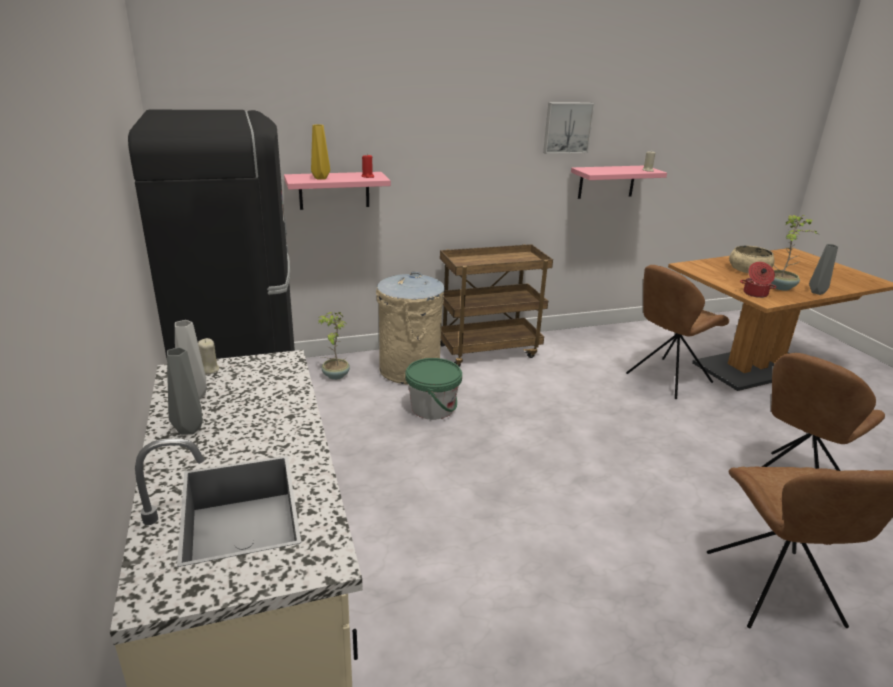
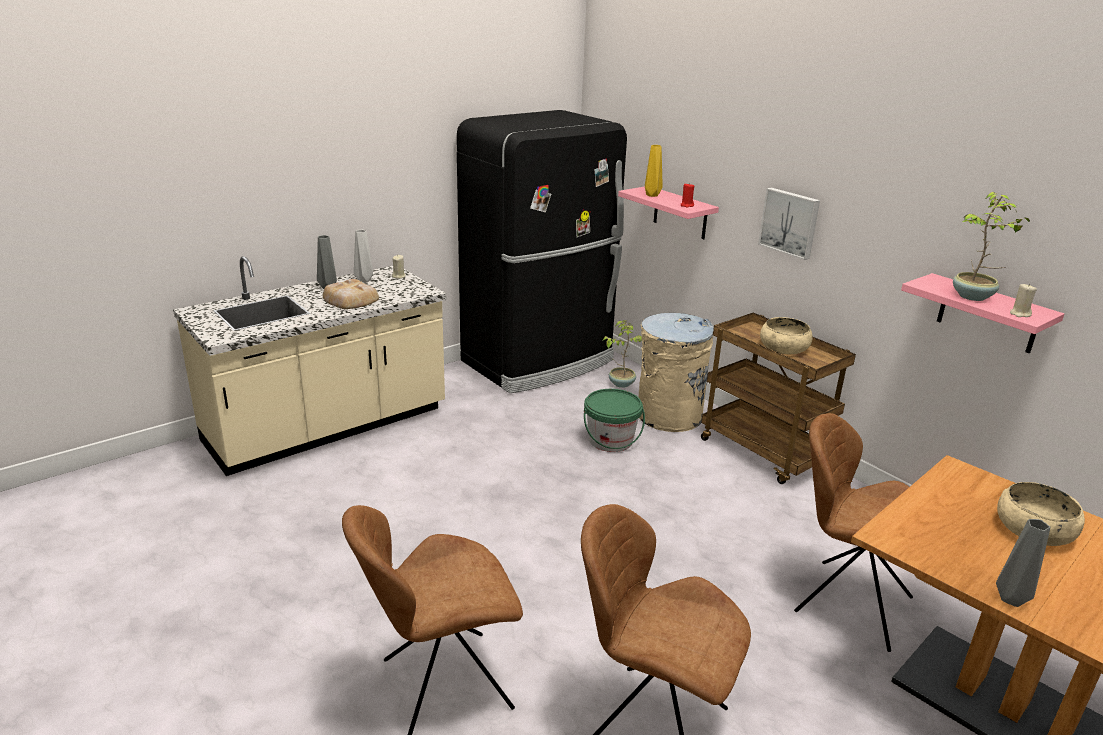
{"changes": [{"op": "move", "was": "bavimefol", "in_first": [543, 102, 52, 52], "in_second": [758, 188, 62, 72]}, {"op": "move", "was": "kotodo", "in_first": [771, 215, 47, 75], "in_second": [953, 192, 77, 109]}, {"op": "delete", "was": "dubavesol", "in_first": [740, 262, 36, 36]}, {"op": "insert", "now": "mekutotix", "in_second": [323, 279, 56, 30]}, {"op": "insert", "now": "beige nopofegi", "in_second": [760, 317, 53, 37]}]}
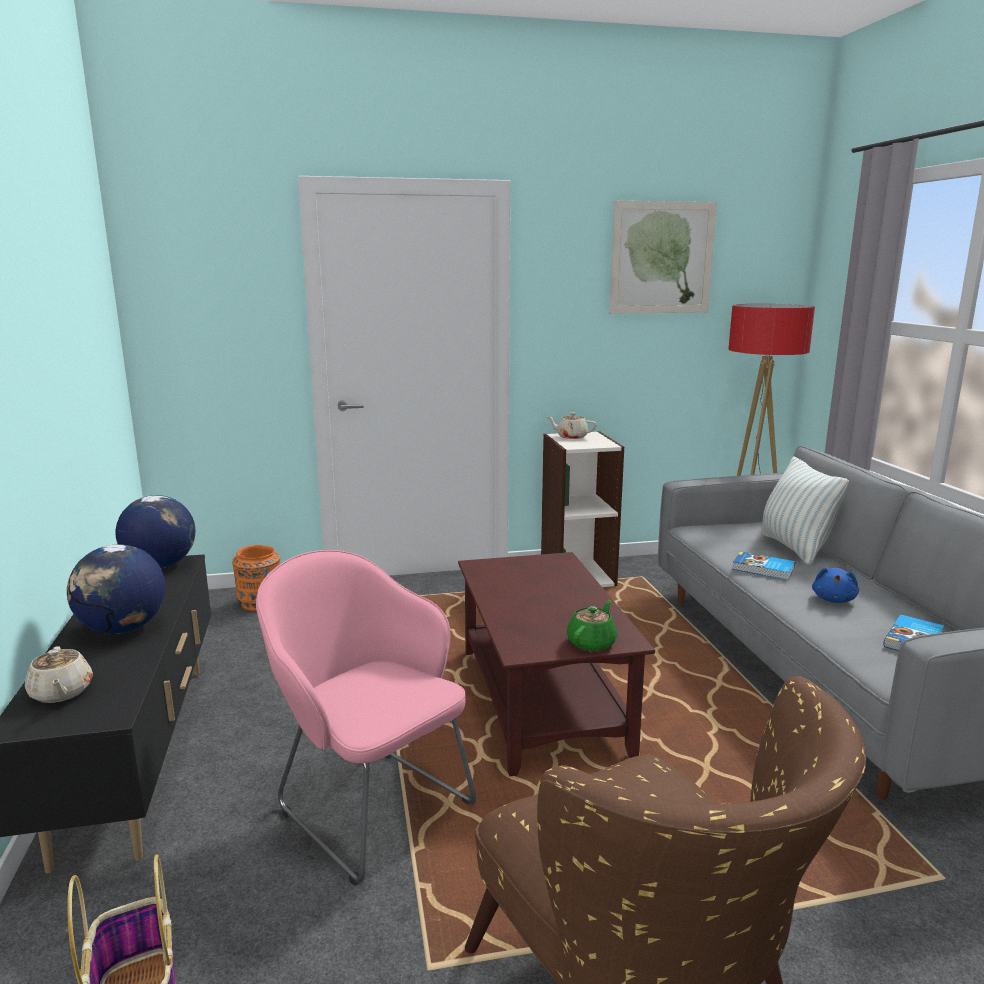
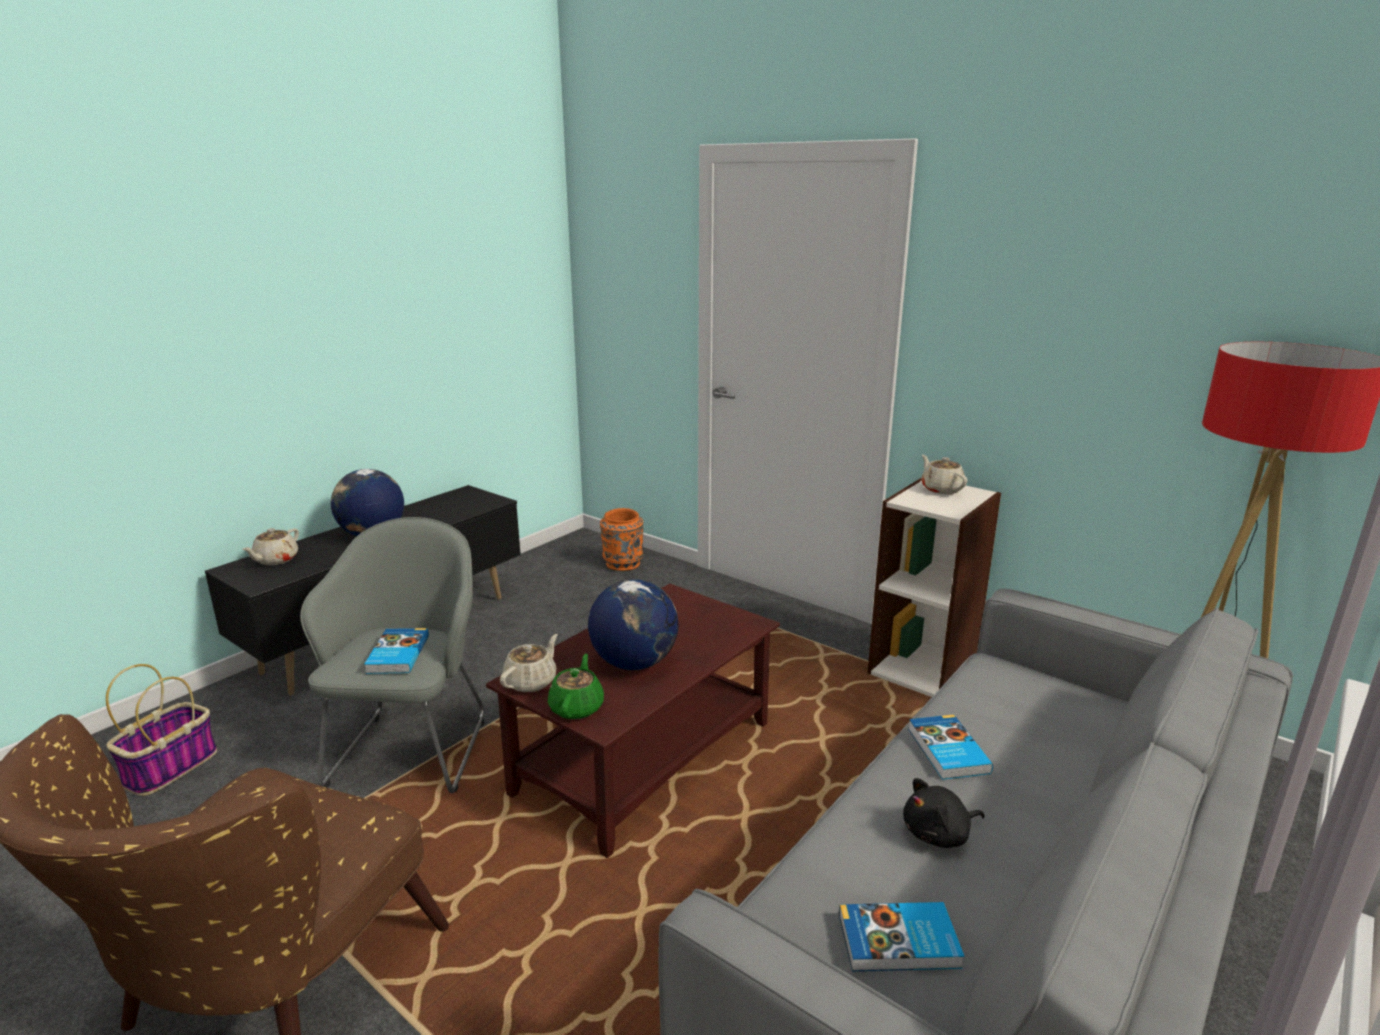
{"changes": [{"op": "delete", "was": "bavimefol", "in_first": [610, 201, 107, 113]}, {"op": "delete", "was": "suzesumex", "in_first": [759, 456, 90, 109]}, {"op": "move", "was": "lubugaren", "in_first": [115, 495, 80, 73], "in_second": [588, 579, 90, 91]}, {"op": "recolor", "was": "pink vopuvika", "now": "grey vopuvika", "in_first": [256, 550, 220, 336], "in_second": [300, 517, 184, 276]}, {"op": "recolor", "was": "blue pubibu", "now": "black pubibu", "in_first": [812, 568, 47, 35], "in_second": [903, 778, 82, 70]}, {"op": "rotate", "was": "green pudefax", "in_first": [567, 600, 50, 51], "in_second": [548, 654, 56, 65], "clockwise": -75}, {"op": "insert", "now": "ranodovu", "in_second": [364, 628, 65, 46]}, {"op": "insert", "now": "beige pudefax", "in_second": [500, 634, 58, 58]}]}
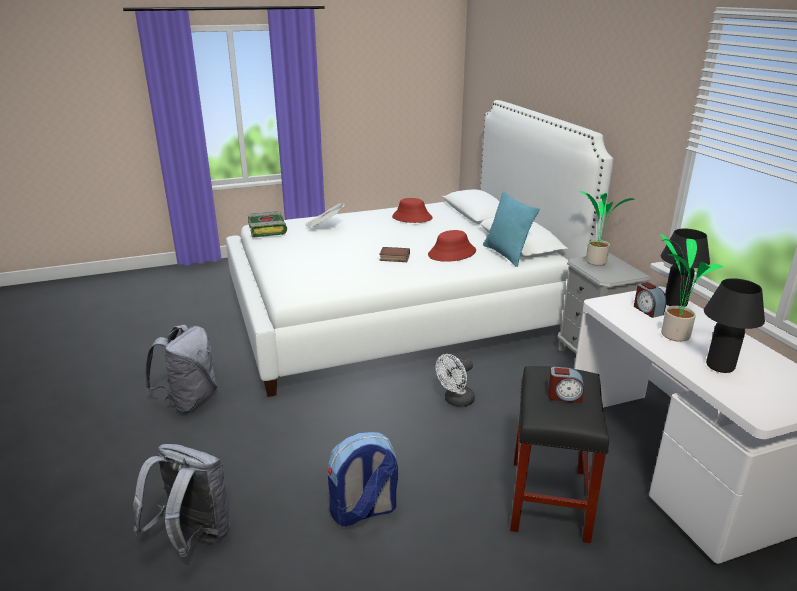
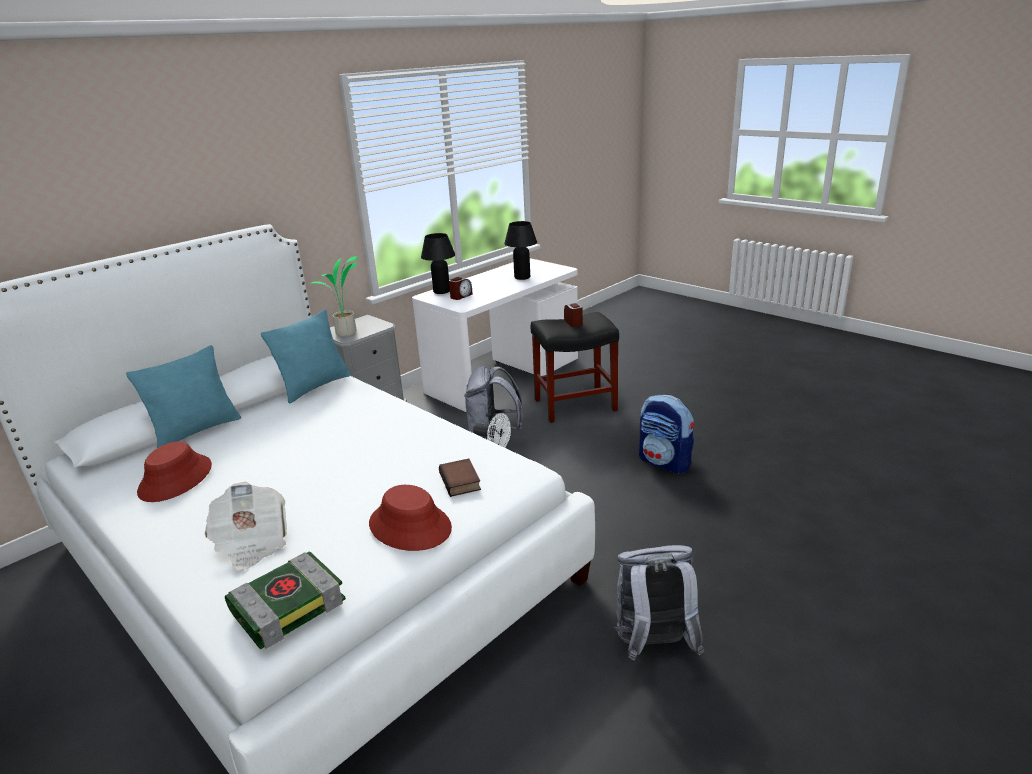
{"changes": [{"op": "move", "was": "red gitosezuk", "in_first": [428, 230, 48, 32], "in_second": [369, 485, 83, 66]}, {"op": "delete", "was": "kotodo", "in_first": [660, 234, 63, 108]}, {"op": "move", "was": "ranodovu", "in_first": [379, 247, 31, 15], "in_second": [439, 458, 42, 39]}, {"op": "move", "was": "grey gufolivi", "in_first": [133, 444, 97, 113], "in_second": [464, 365, 59, 77]}, {"op": "insert", "now": "turquoise suzesumex", "in_second": [126, 345, 115, 103]}]}
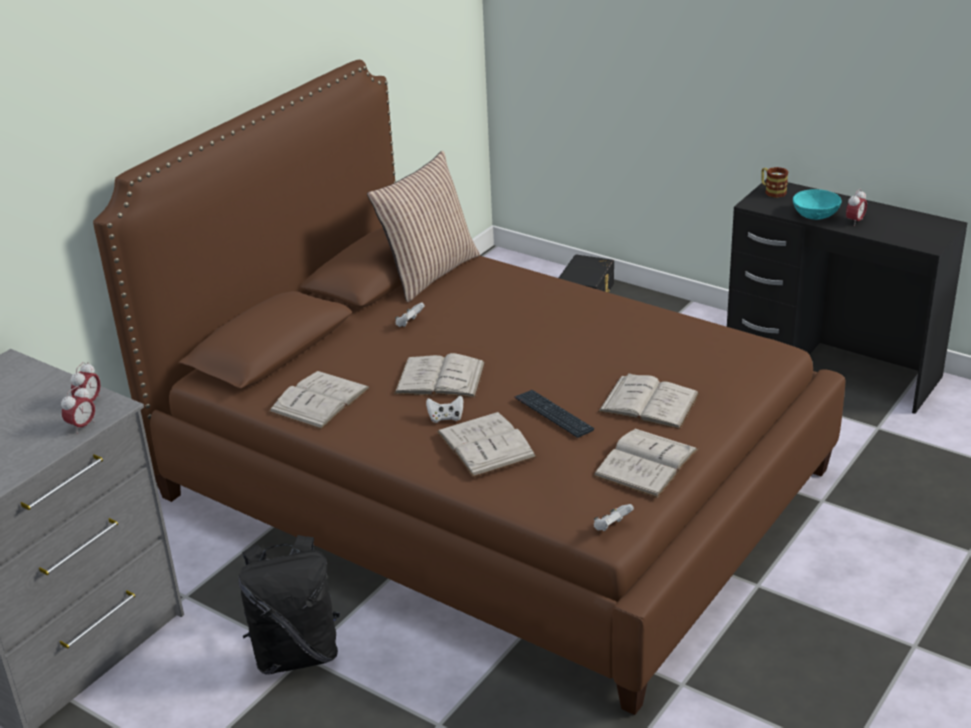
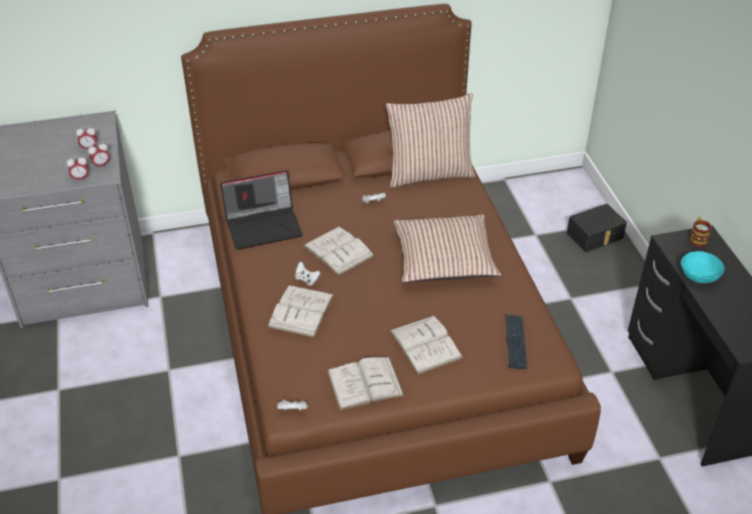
{"changes": [{"op": "move", "was": "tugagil", "in_first": [846, 189, 21, 37], "in_second": [76, 126, 21, 25]}, {"op": "replace", "was": "white ranodovu", "now": "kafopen", "in_first": [269, 371, 101, 58], "in_second": [220, 170, 83, 80]}, {"op": "move", "was": "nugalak", "in_first": [514, 390, 80, 48], "in_second": [505, 315, 22, 54]}, {"op": "delete", "was": "black gufolivi", "in_first": [239, 535, 101, 140]}, {"op": "insert", "now": "suzesumex", "in_second": [393, 214, 108, 69]}]}
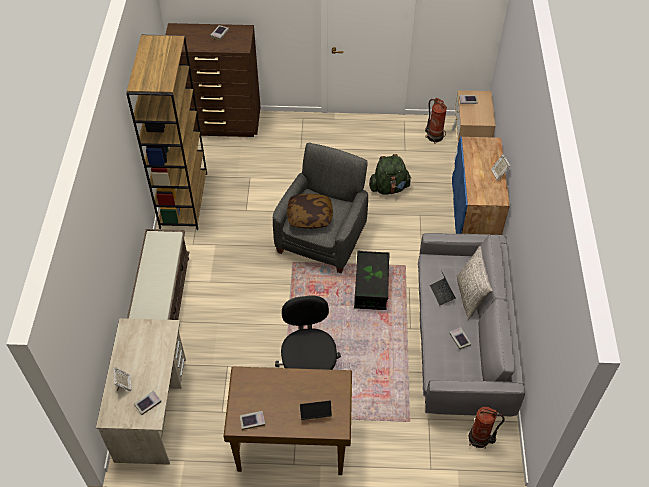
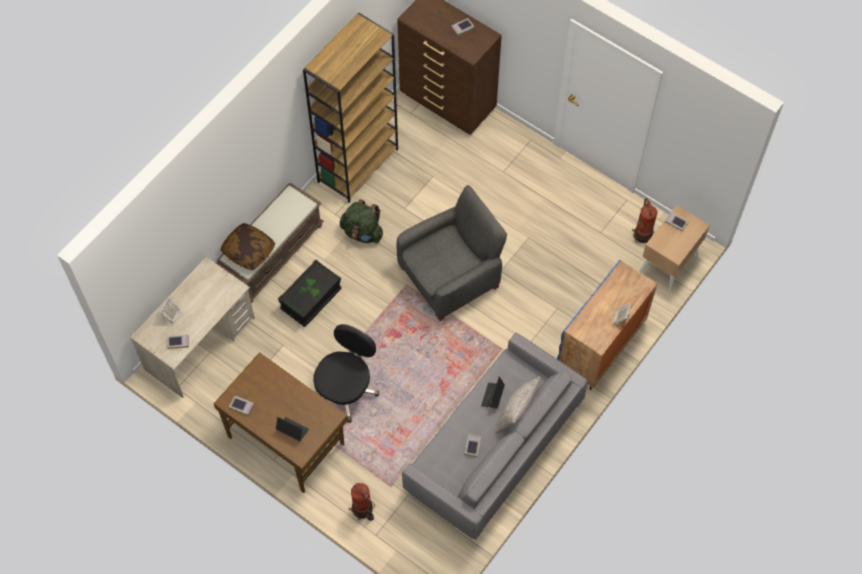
{"changes": [{"op": "move", "was": "green gufolivi", "in_first": [369, 154, 42, 41], "in_second": [340, 199, 43, 44]}, {"op": "move", "was": "suzesumex", "in_first": [287, 194, 46, 35], "in_second": [220, 223, 55, 47]}, {"op": "move", "was": "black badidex", "in_first": [354, 251, 36, 59], "in_second": [278, 260, 63, 67]}, {"op": "move", "was": "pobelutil", "in_first": [468, 407, 37, 42], "in_second": [349, 483, 26, 38]}]}
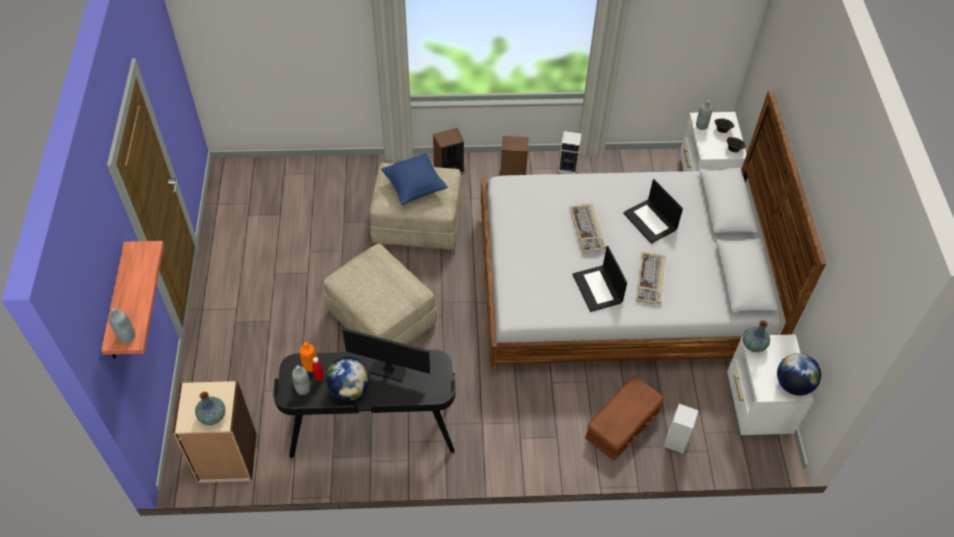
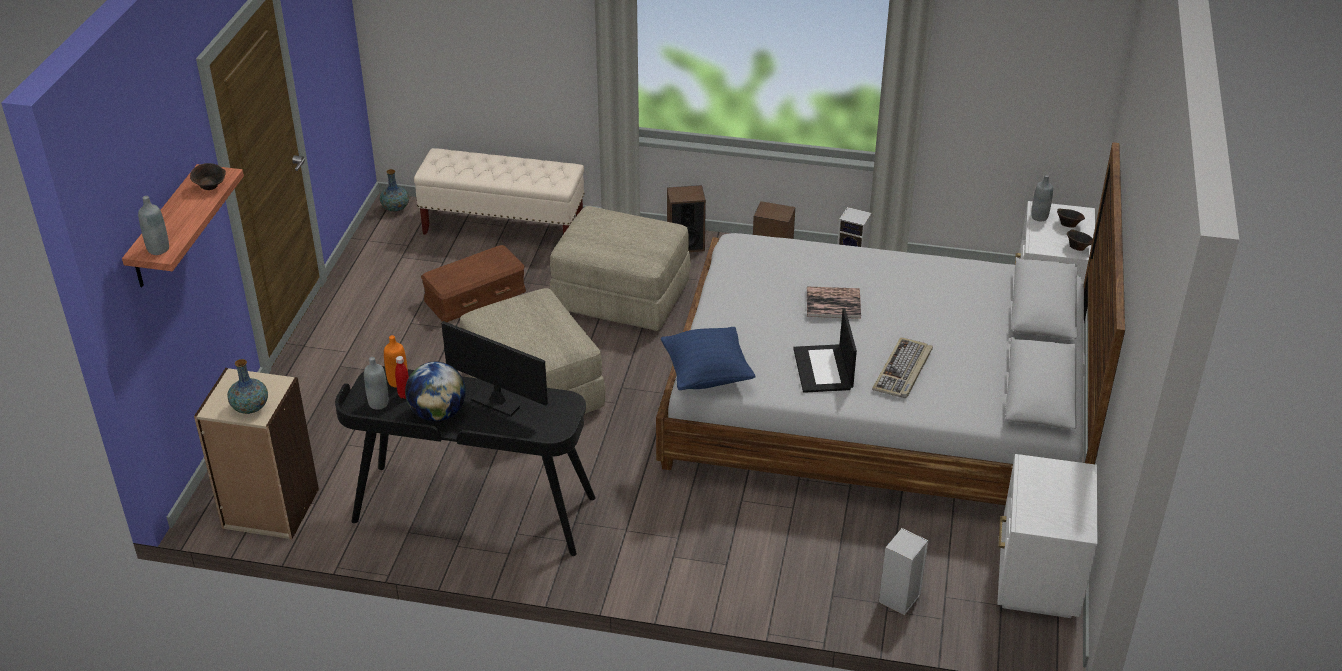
{"changes": [{"op": "move", "was": "blue suzesumex", "in_first": [381, 153, 66, 52], "in_second": [661, 327, 95, 63]}, {"op": "delete", "was": "kafopen", "in_first": [623, 179, 60, 65]}, {"op": "replace", "was": "nugalak", "now": "ranodovu", "in_first": [570, 204, 36, 49], "in_second": [807, 287, 54, 32]}, {"op": "move", "was": "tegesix", "in_first": [743, 321, 27, 31], "in_second": [380, 169, 29, 43]}, {"op": "delete", "was": "lubugaren", "in_first": [777, 353, 44, 43]}, {"op": "move", "was": "brown badidex", "in_first": [585, 377, 79, 83], "in_second": [421, 245, 105, 77]}, {"op": "insert", "now": "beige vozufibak", "in_second": [414, 148, 171, 86]}, {"op": "insert", "now": "brown nopofegi", "in_second": [190, 163, 36, 27]}]}
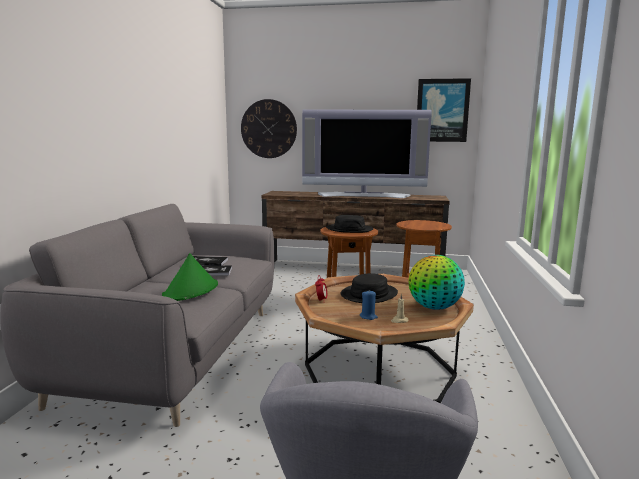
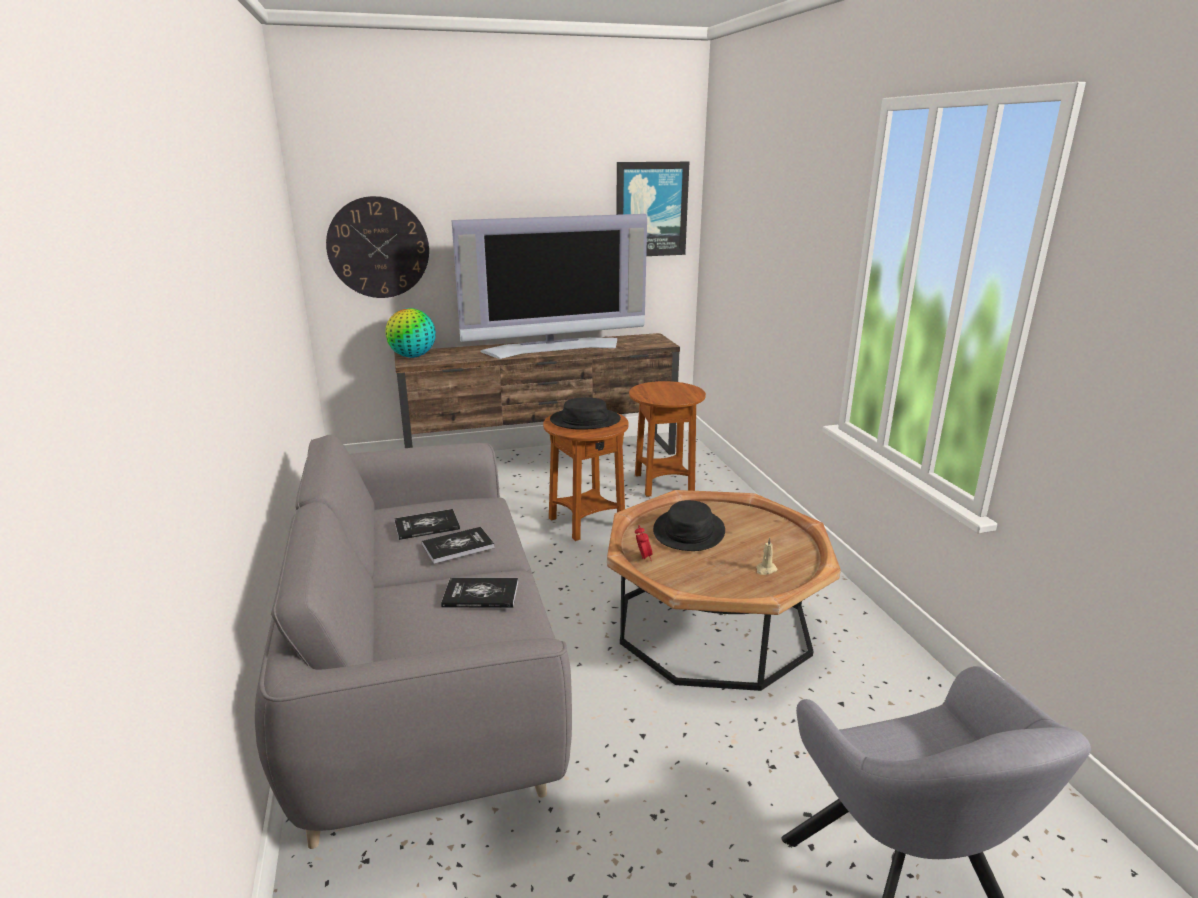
{"changes": [{"op": "replace", "was": "green gitosezuk", "now": "ranodovu", "in_first": [162, 253, 56, 48], "in_second": [441, 577, 77, 31]}, {"op": "move", "was": "lubugaren", "in_first": [408, 255, 57, 55], "in_second": [385, 308, 51, 50]}, {"op": "delete", "was": "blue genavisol", "in_first": [360, 290, 18, 30]}]}
